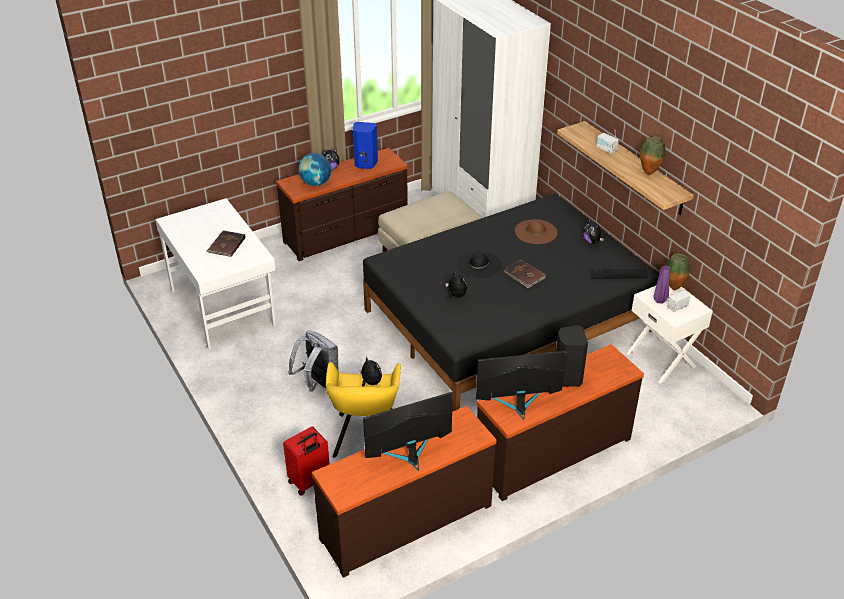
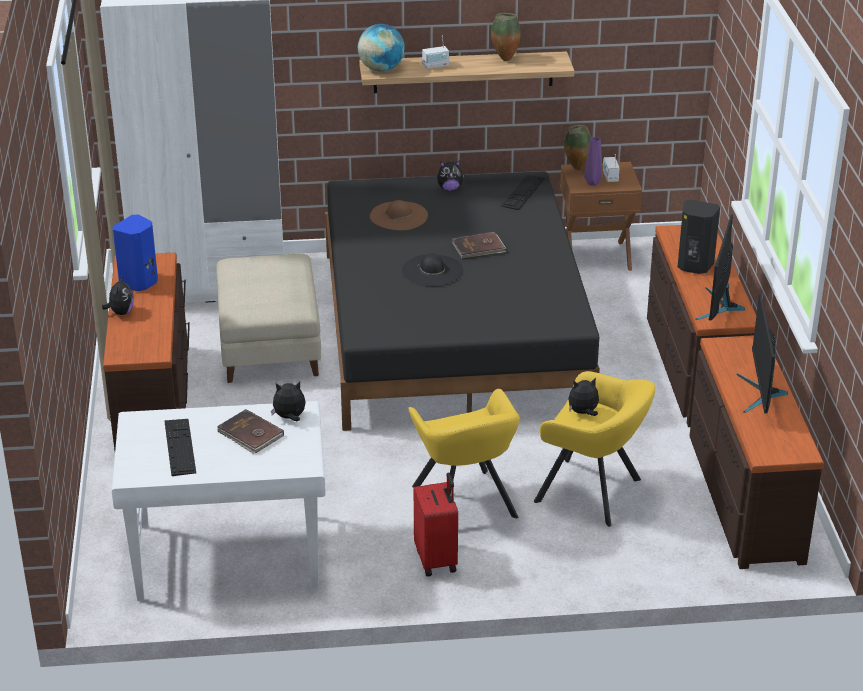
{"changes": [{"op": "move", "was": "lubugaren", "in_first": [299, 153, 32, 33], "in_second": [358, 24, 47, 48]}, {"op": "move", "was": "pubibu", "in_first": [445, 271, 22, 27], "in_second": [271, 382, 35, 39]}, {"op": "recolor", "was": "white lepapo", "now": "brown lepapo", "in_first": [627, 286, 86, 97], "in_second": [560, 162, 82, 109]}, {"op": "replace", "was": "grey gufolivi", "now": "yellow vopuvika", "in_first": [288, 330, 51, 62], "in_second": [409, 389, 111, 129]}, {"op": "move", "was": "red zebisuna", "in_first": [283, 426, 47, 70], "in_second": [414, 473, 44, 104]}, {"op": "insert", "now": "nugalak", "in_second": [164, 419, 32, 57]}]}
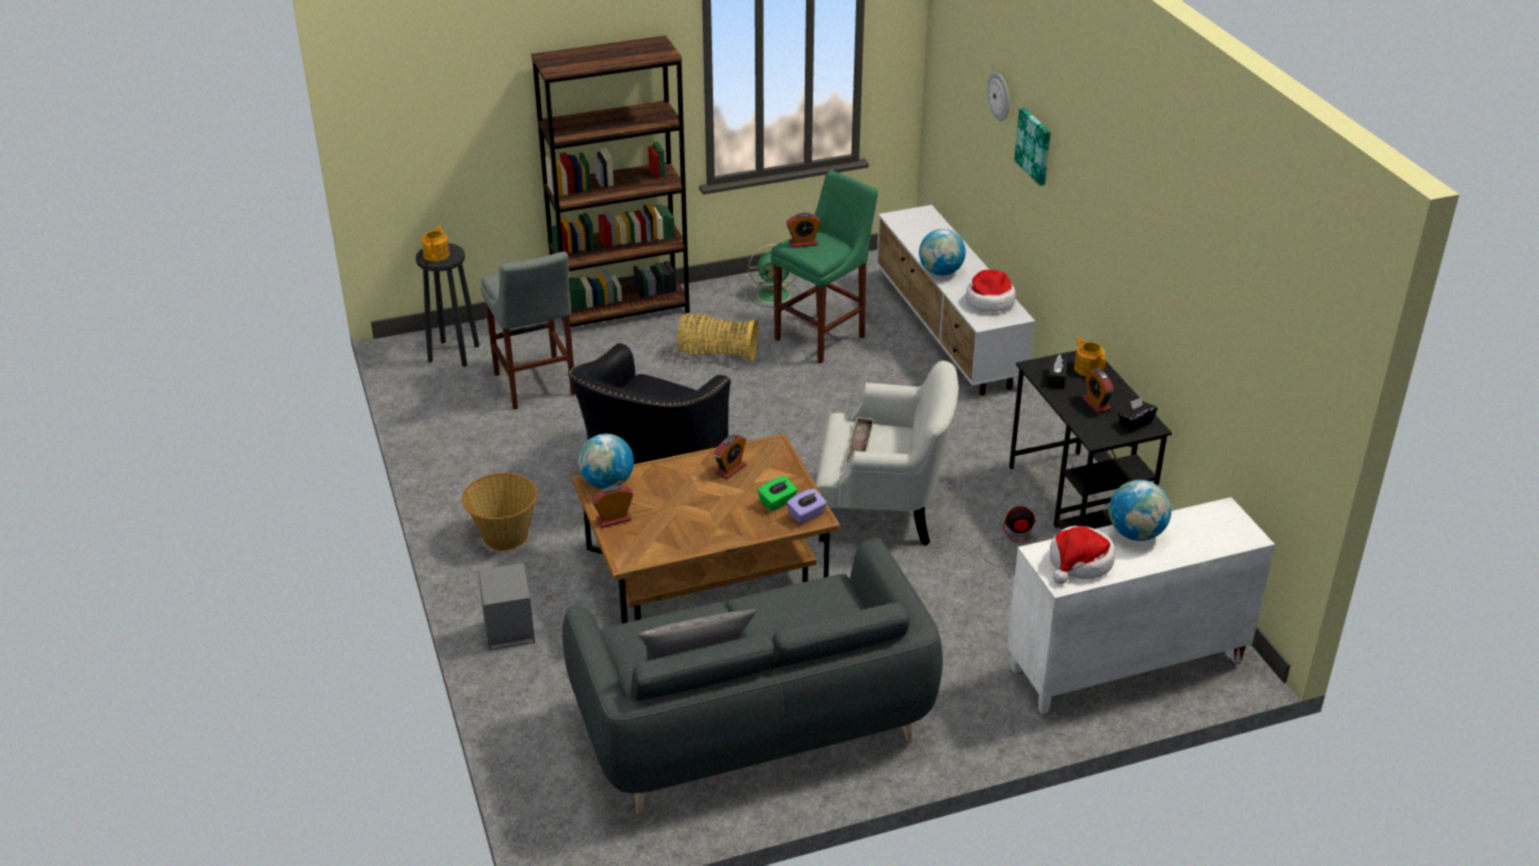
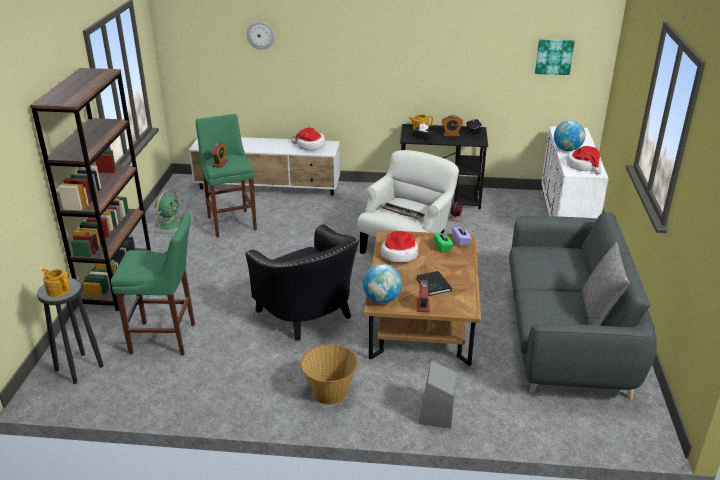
{"changes": [{"op": "move", "was": "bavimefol", "in_first": [1014, 108, 37, 78], "in_second": [535, 39, 40, 36]}, {"op": "delete", "was": "lubugaren", "in_first": [919, 229, 47, 47]}, {"op": "recolor", "was": "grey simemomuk", "now": "green simemomuk", "in_first": [481, 252, 95, 157], "in_second": [111, 213, 84, 142]}, {"op": "delete", "was": "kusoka", "in_first": [677, 314, 81, 47]}, {"op": "replace", "was": "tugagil", "now": "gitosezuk", "in_first": [714, 435, 32, 44], "in_second": [381, 231, 37, 32]}, {"op": "insert", "now": "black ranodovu", "in_second": [417, 271, 35, 25]}]}
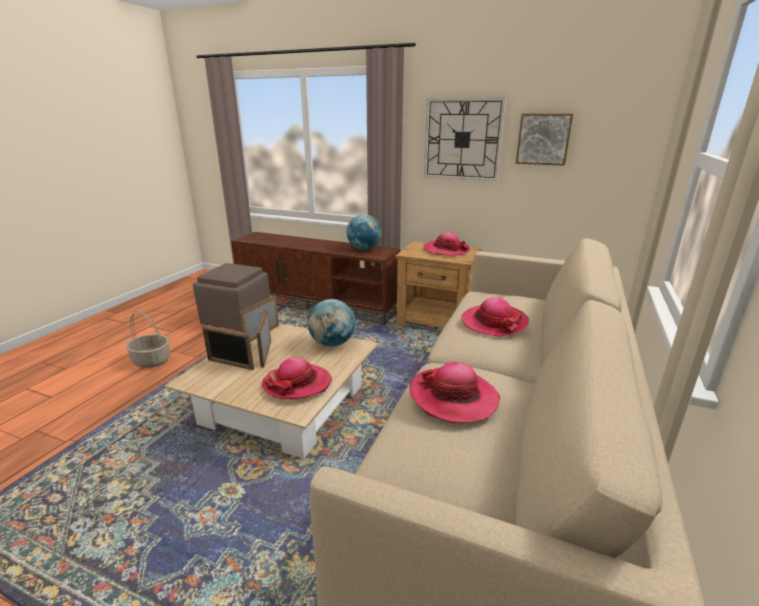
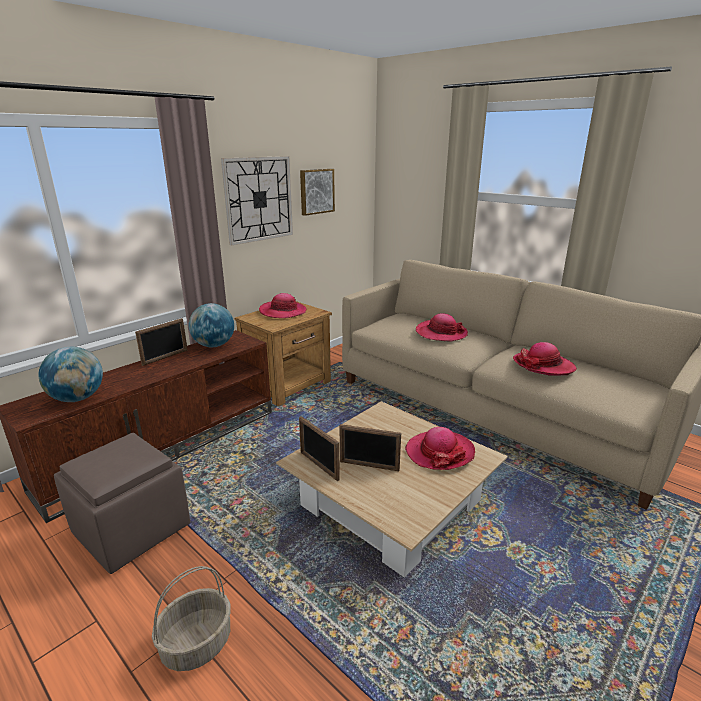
{"changes": [{"op": "move", "was": "lubugaren", "in_first": [308, 299, 47, 48], "in_second": [39, 347, 64, 55]}, {"op": "move", "was": "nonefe", "in_first": [202, 325, 52, 45], "in_second": [135, 318, 53, 48]}]}
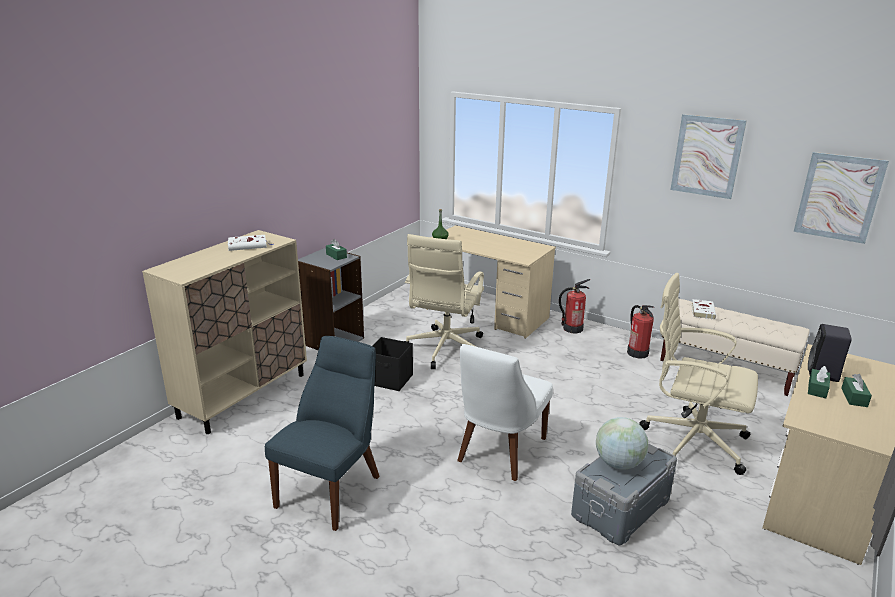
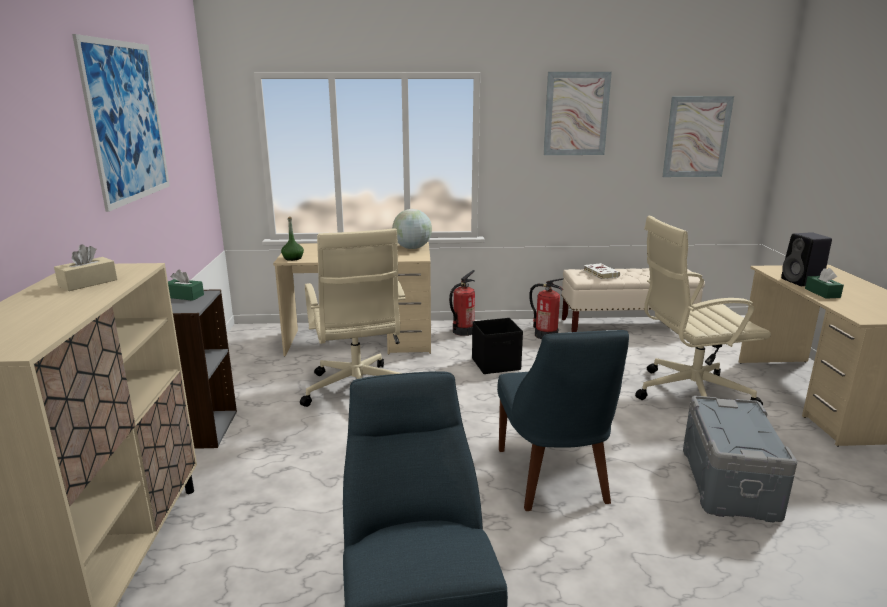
{"changes": [{"op": "replace", "was": "white ranodovu", "now": "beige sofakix", "in_first": [228, 235, 45, 16], "in_second": [54, 244, 63, 47]}, {"op": "move", "was": "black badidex", "in_first": [372, 337, 41, 54], "in_second": [472, 318, 51, 56]}, {"op": "recolor", "was": "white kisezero", "now": "blue kisezero", "in_first": [457, 344, 96, 137], "in_second": [497, 330, 132, 181]}, {"op": "delete", "was": "green sofakix", "in_first": [841, 374, 31, 33]}, {"op": "move", "was": "lubugaren", "in_first": [596, 417, 52, 52], "in_second": [392, 209, 40, 40]}, {"op": "insert", "now": "bavimefol", "in_second": [72, 34, 98, 178]}]}
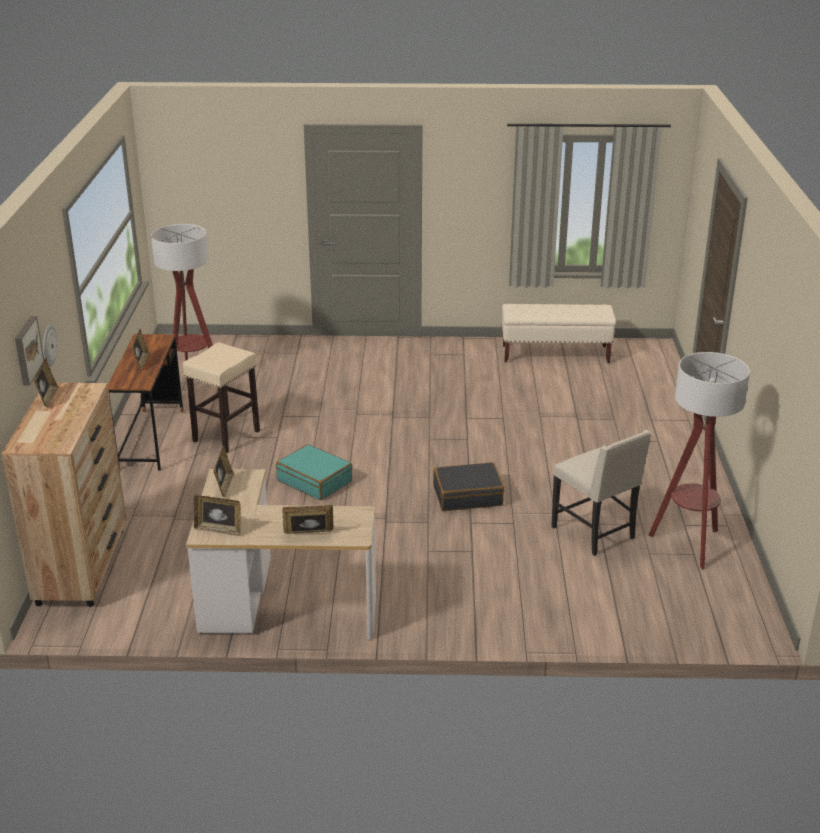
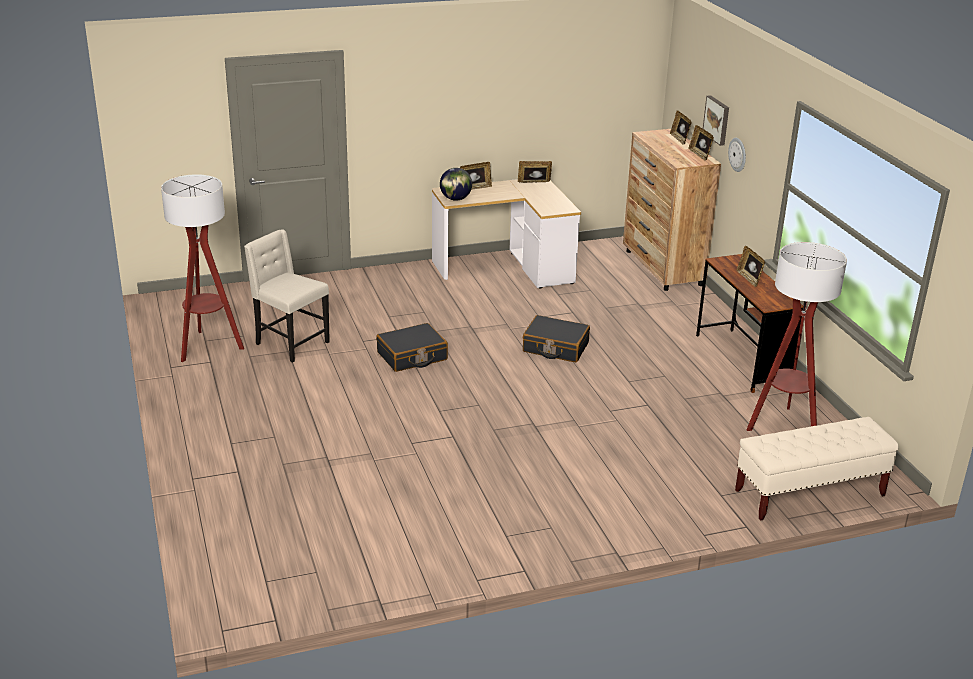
{"changes": [{"op": "move", "was": "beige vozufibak", "in_first": [501, 304, 115, 59], "in_second": [735, 417, 164, 104]}, {"op": "delete", "was": "beige simemomuk", "in_first": [183, 342, 77, 111]}, {"op": "recolor", "was": "turquoise zebisuna", "now": "black zebisuna", "in_first": [276, 444, 77, 56], "in_second": [523, 315, 67, 47]}, {"op": "move", "was": "nonefe", "in_first": [214, 446, 20, 51], "in_second": [670, 110, 22, 35]}, {"op": "insert", "now": "lubugaren", "in_second": [440, 168, 32, 33]}]}
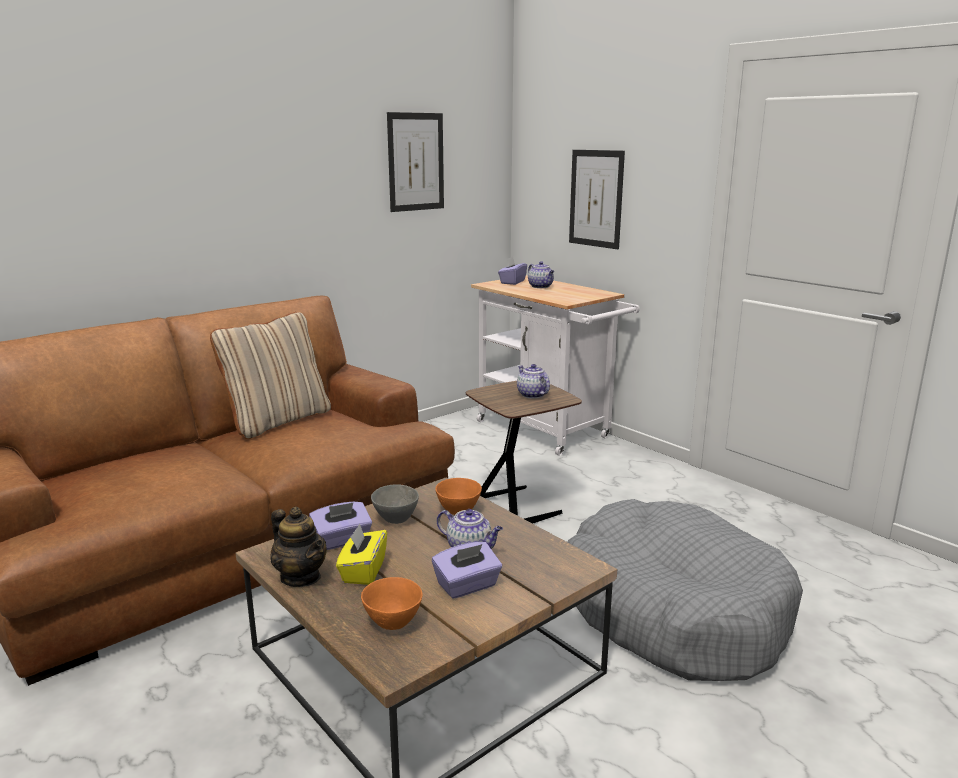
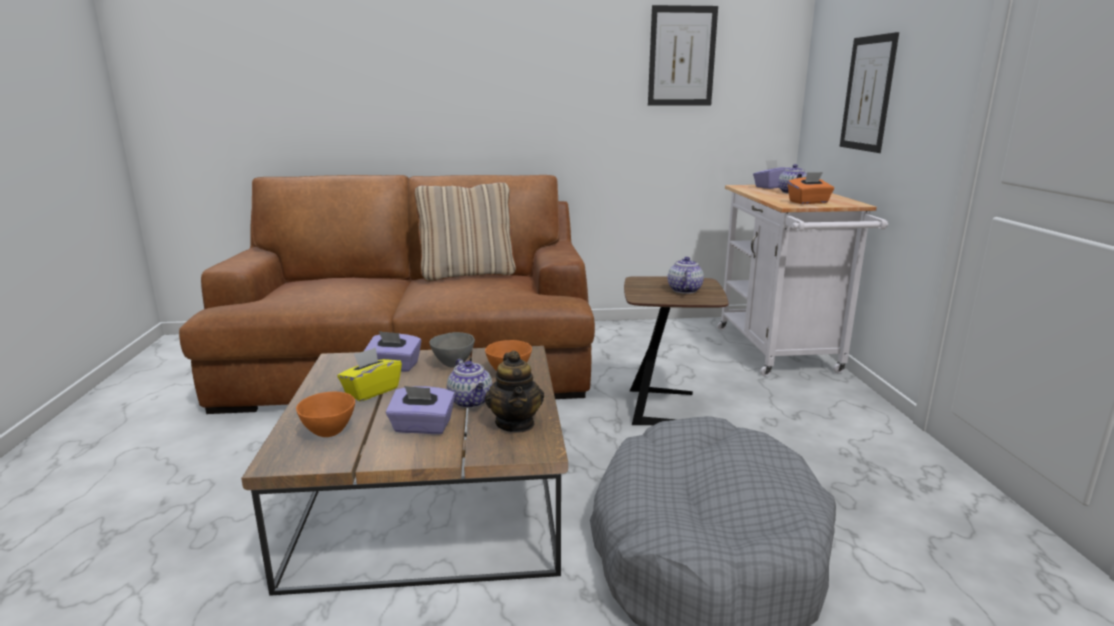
{"changes": [{"op": "move", "was": "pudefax", "in_first": [270, 507, 57, 80], "in_second": [485, 351, 59, 82]}, {"op": "insert", "now": "orange sofakix", "in_second": [788, 172, 46, 32]}]}
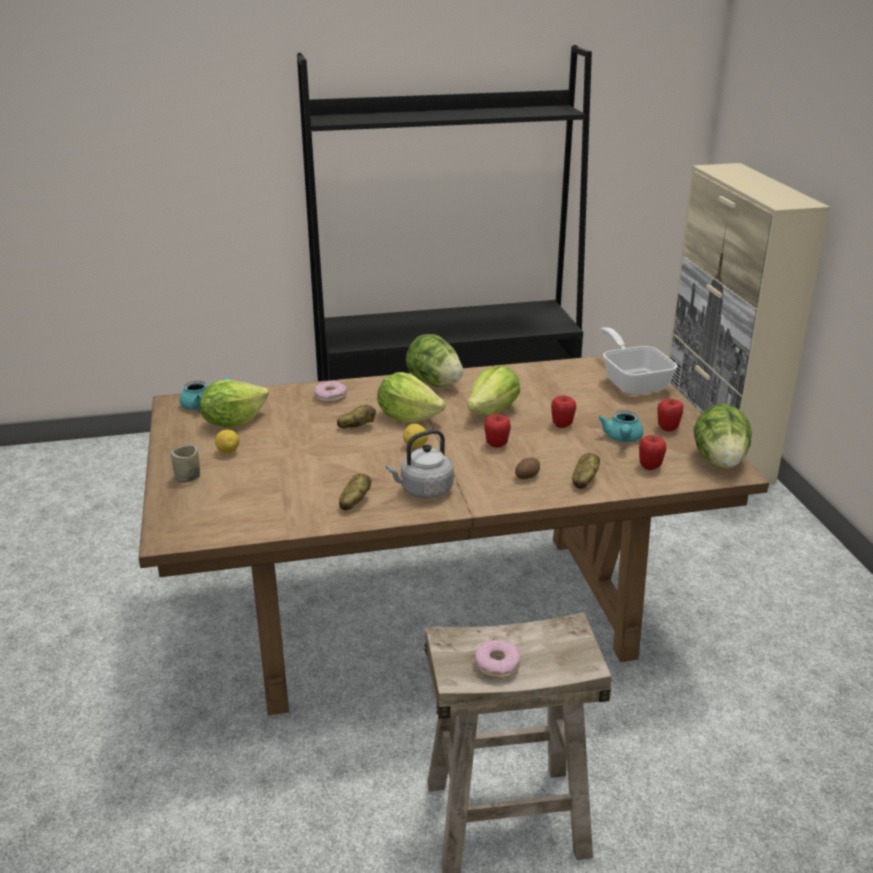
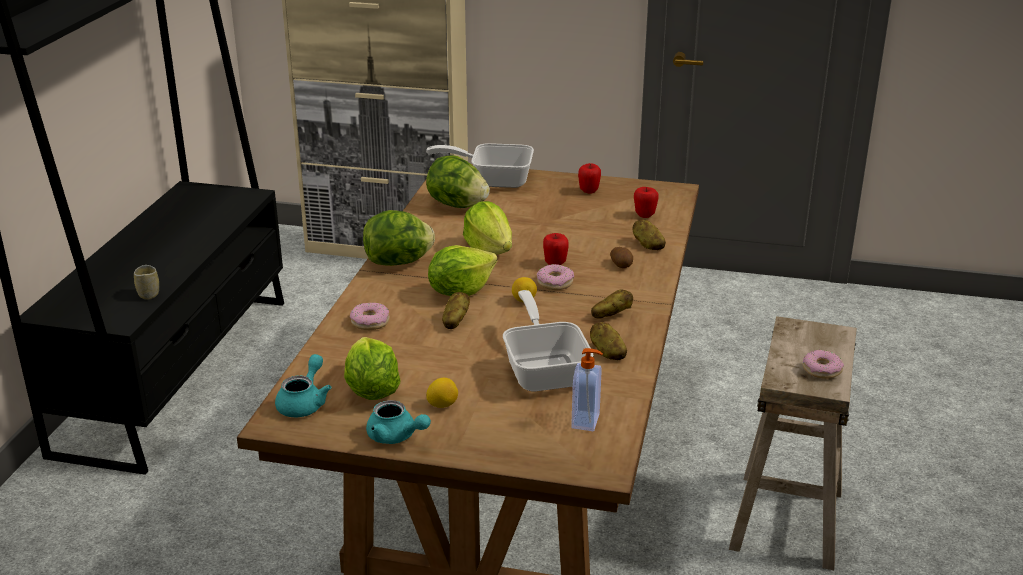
{"changes": [{"op": "delete", "was": "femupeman", "in_first": [551, 395, 25, 33]}, {"op": "move", "was": "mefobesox", "in_first": [693, 403, 59, 65], "in_second": [426, 155, 64, 53]}, {"op": "move", "was": "turquoise pudefax", "in_first": [598, 410, 45, 32], "in_second": [366, 400, 65, 44]}, {"op": "replace", "was": "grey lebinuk", "now": "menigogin", "in_first": [386, 429, 68, 70], "in_second": [591, 289, 42, 30]}, {"op": "move", "was": "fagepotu", "in_first": [171, 445, 29, 38], "in_second": [134, 265, 25, 35]}, {"op": "insert", "now": "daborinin", "in_second": [537, 264, 37, 26]}, {"op": "insert", "now": "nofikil", "in_second": [503, 290, 90, 101]}, {"op": "insert", "now": "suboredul", "in_second": [571, 348, 32, 83]}]}
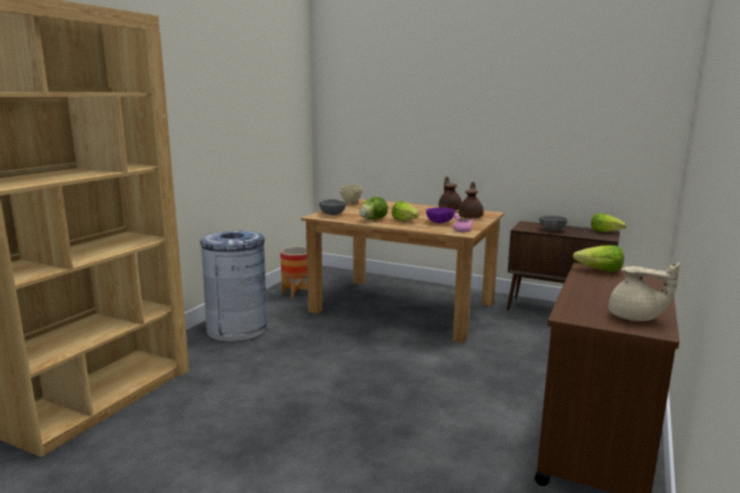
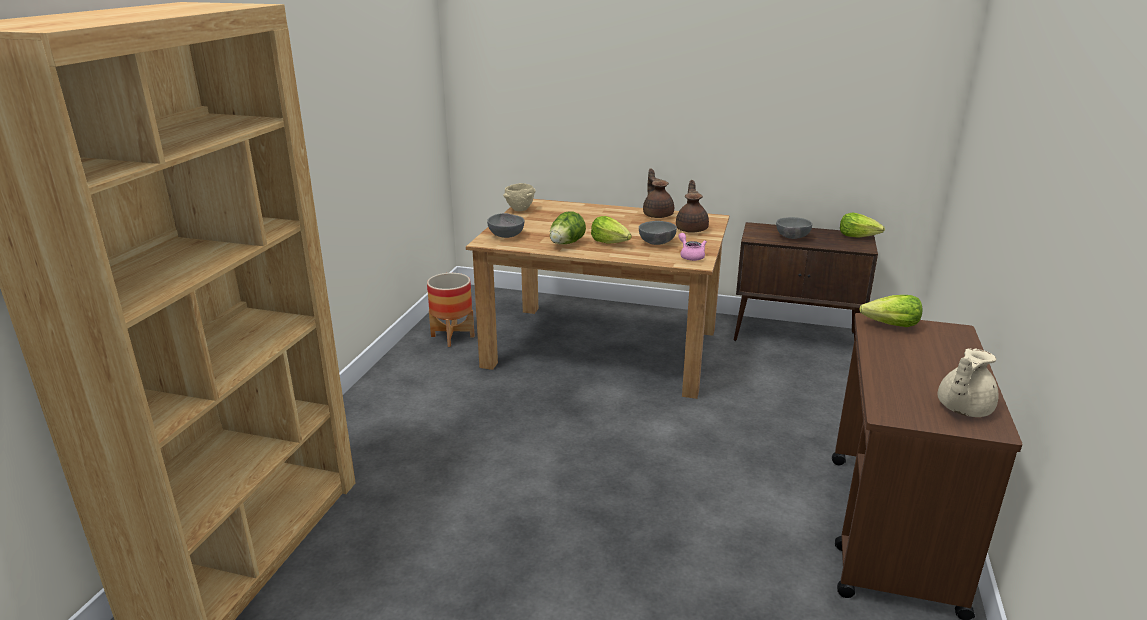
{"changes": [{"op": "recolor", "was": "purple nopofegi", "now": "grey nopofegi", "in_first": [426, 207, 29, 16], "in_second": [639, 221, 38, 24]}, {"op": "delete", "was": "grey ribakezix", "in_first": [200, 231, 68, 111]}, {"op": "rotate", "was": "beige pudefax", "in_first": [609, 262, 71, 59], "in_second": [937, 348, 61, 69], "clockwise": 120}]}
